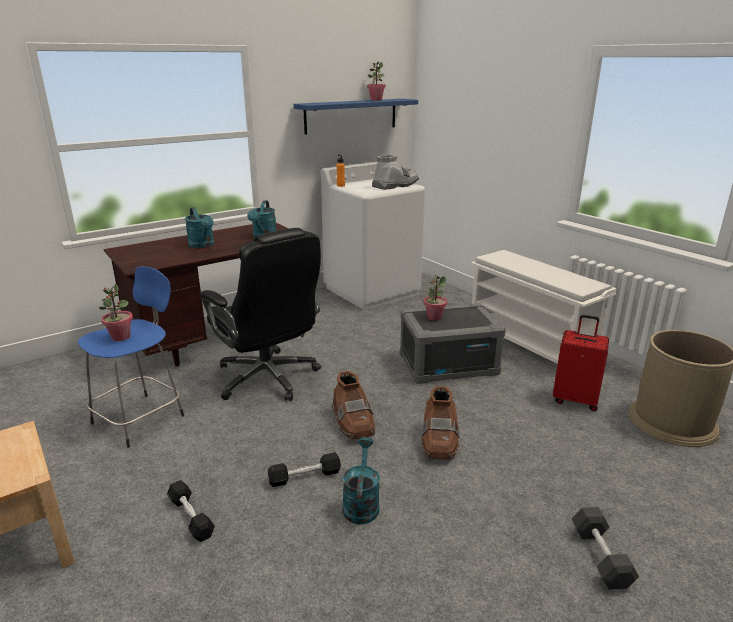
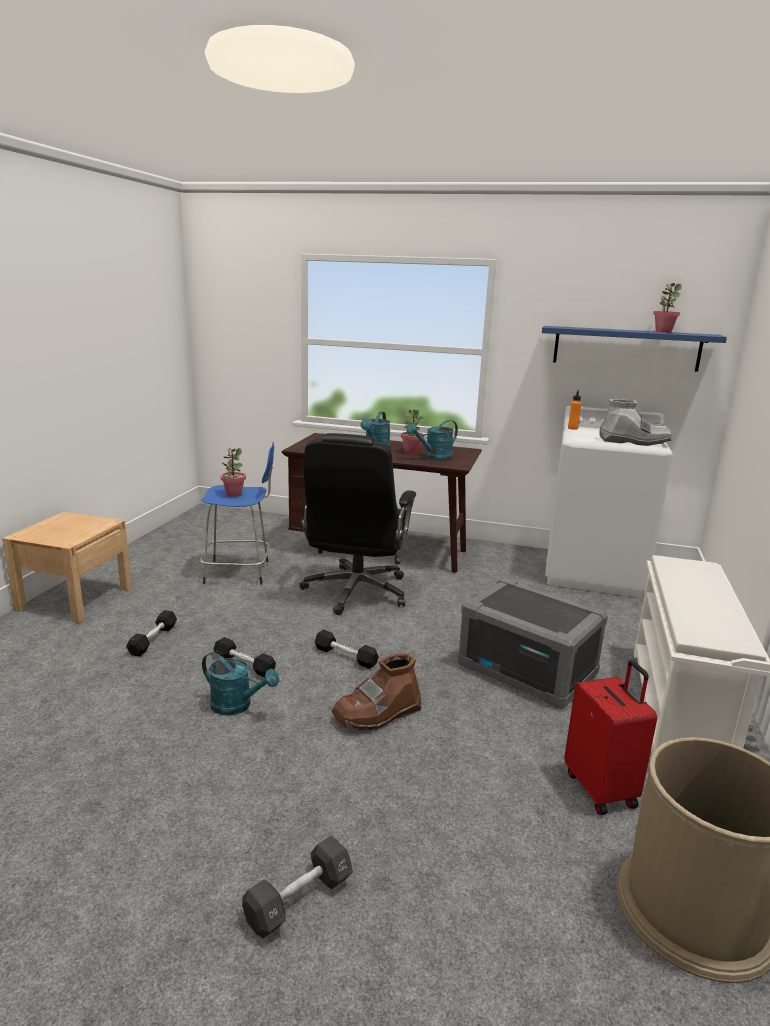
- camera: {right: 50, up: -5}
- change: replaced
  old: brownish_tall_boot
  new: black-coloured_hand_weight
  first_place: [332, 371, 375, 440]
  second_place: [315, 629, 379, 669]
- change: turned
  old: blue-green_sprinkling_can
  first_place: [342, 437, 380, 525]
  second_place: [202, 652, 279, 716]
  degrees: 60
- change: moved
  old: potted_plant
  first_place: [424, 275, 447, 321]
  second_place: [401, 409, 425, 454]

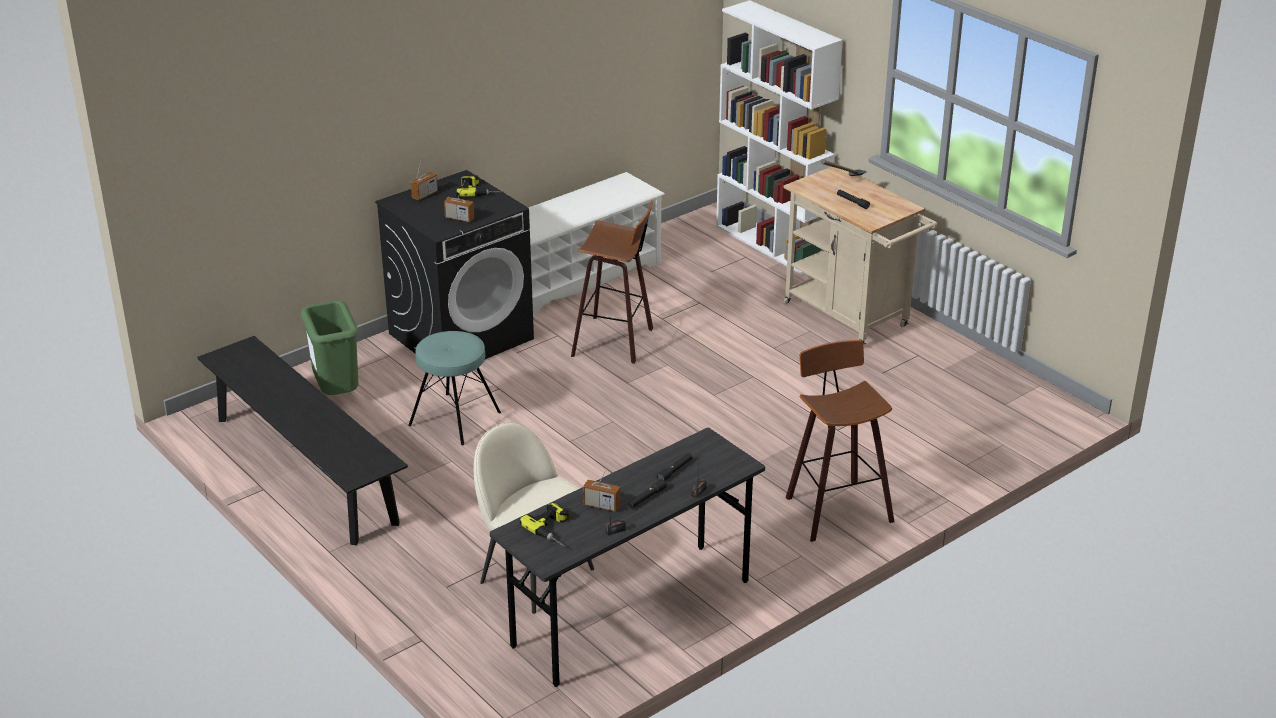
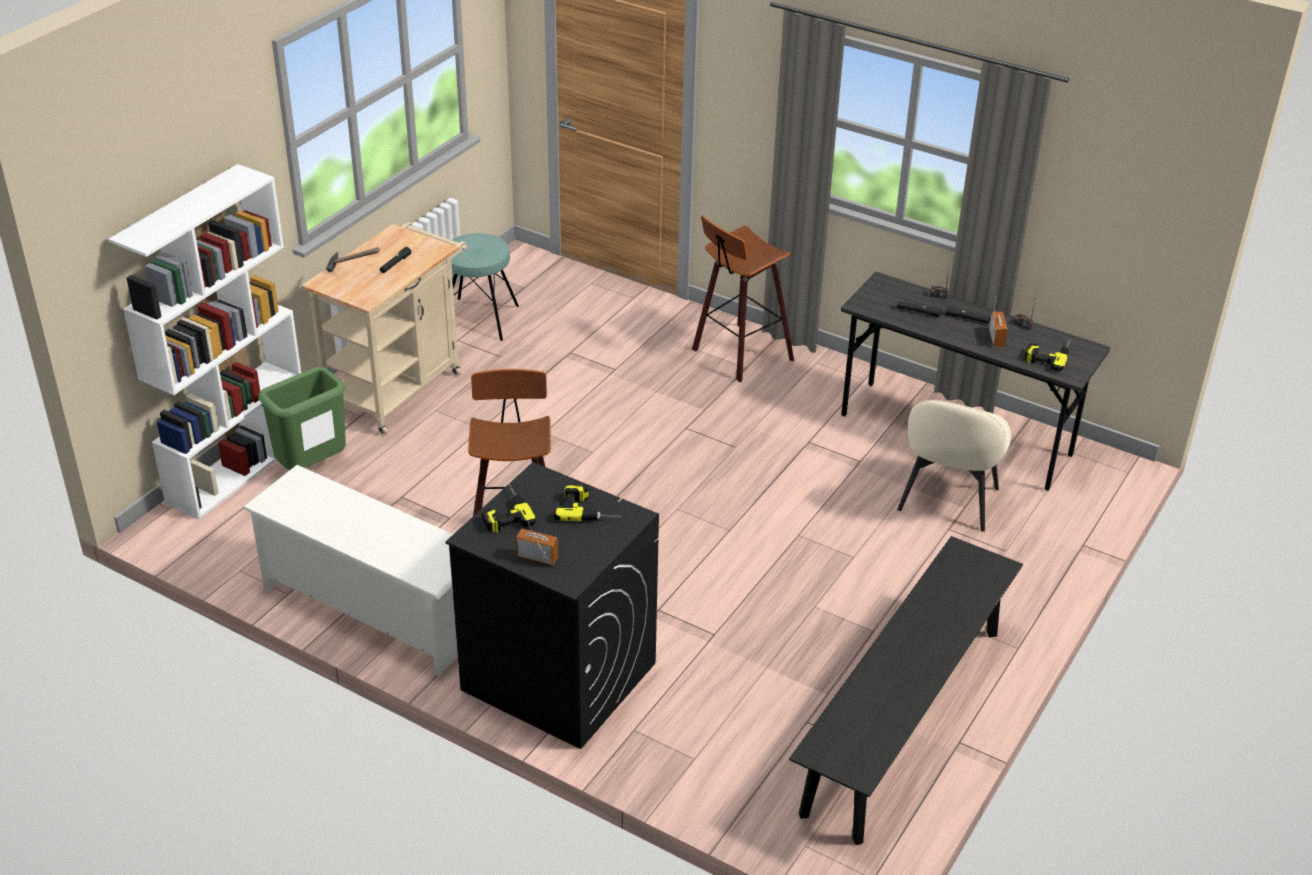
- camera: {right: -110, up: 5}
- change: moved
  old: green_waste_bin
  first_place: [301, 300, 359, 395]
  second_place: [258, 367, 346, 470]
- change: moved
  old: blue-green_stool
  first_place: [408, 331, 501, 445]
  second_place: [451, 233, 519, 341]
- change: replaced
  old: radio_set
  new: power_drill
  first_place: [444, 181, 474, 222]
  second_place: [554, 484, 622, 521]

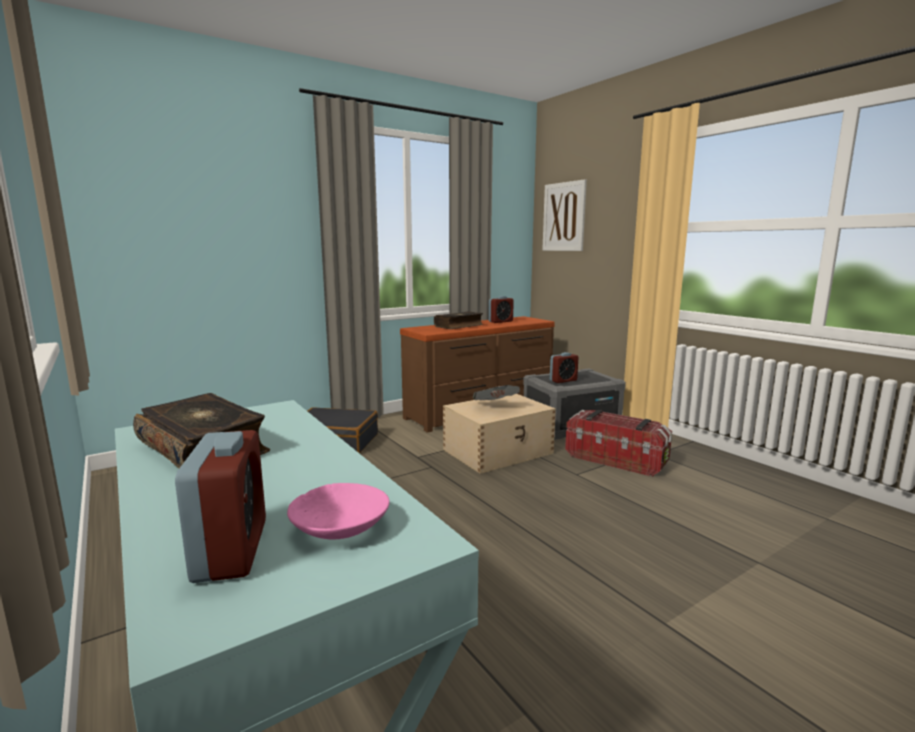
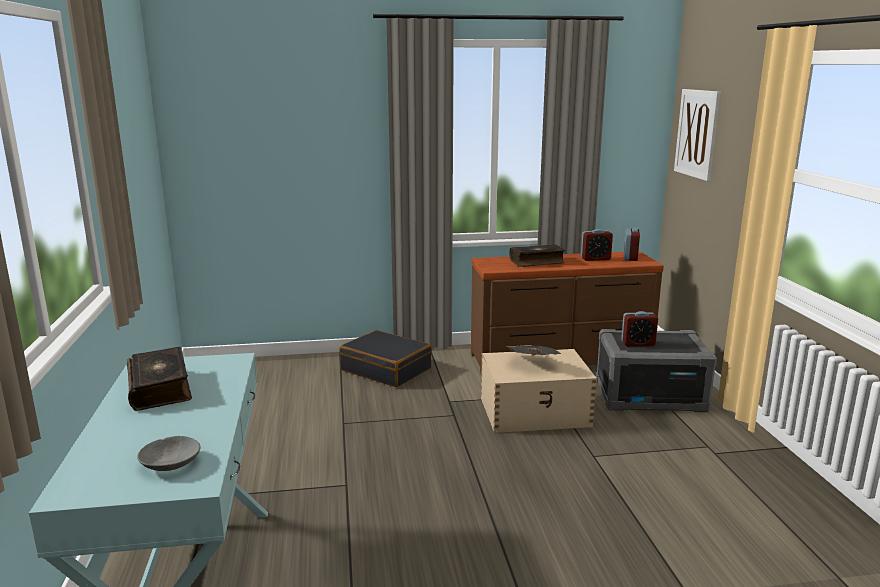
- camera: {right: 25, up: 5}
- change: moved
  old: bedside_clock
  first_place: [175, 430, 266, 583]
  second_place: [624, 228, 640, 261]
- change: recoloured
  old: pink_bowl
  new: grey_bowl
  first_place: [287, 483, 390, 539]
  second_place: [137, 436, 200, 471]
- change: removed
  old: storage_container
  first_place: [565, 410, 672, 477]

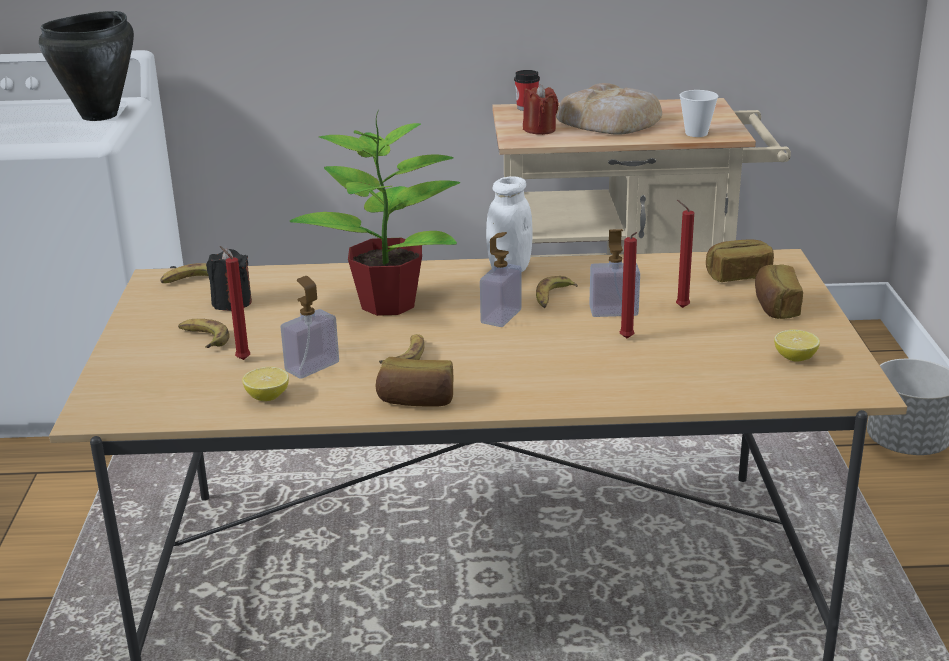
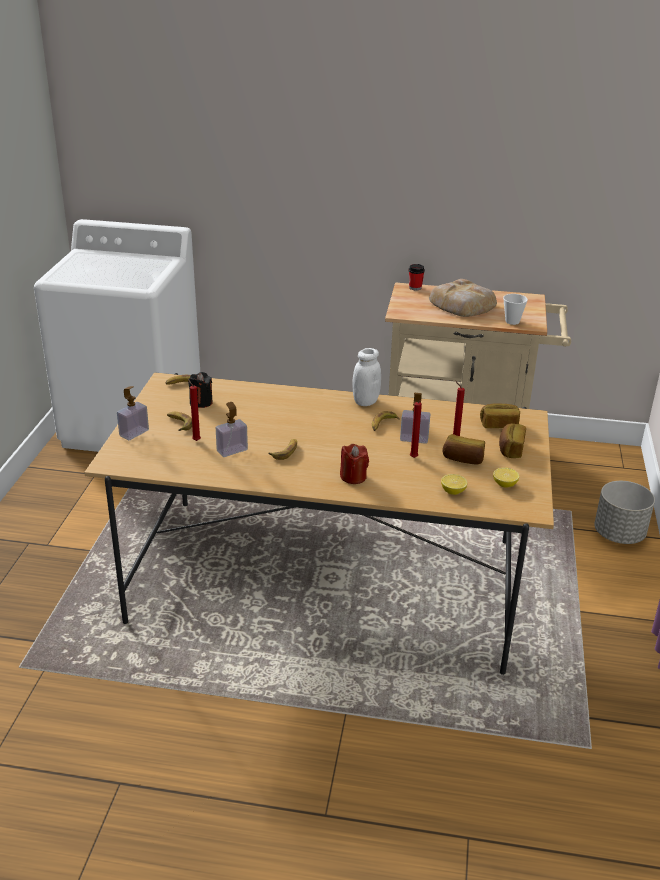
- camera: {right: 10, up: 5}
- change: removed
  old: black-coloured_stockpot
  first_place: [39, 11, 134, 121]
- change: moved
  old: citrus_fruit
  first_place: [242, 367, 289, 401]
  second_place: [441, 474, 467, 495]
- change: removed
  old: potted_plant
  first_place: [289, 110, 460, 316]
- change: moved
  old: bakery_bread
  first_place: [375, 357, 453, 407]
  second_place: [442, 434, 485, 464]
- change: moved
  old: liquid_soap_bottle
  first_place: [480, 232, 522, 327]
  second_place: [117, 386, 149, 440]
- change: moved
  old: red_wax_light
  first_place: [523, 84, 559, 135]
  second_place: [340, 444, 369, 484]

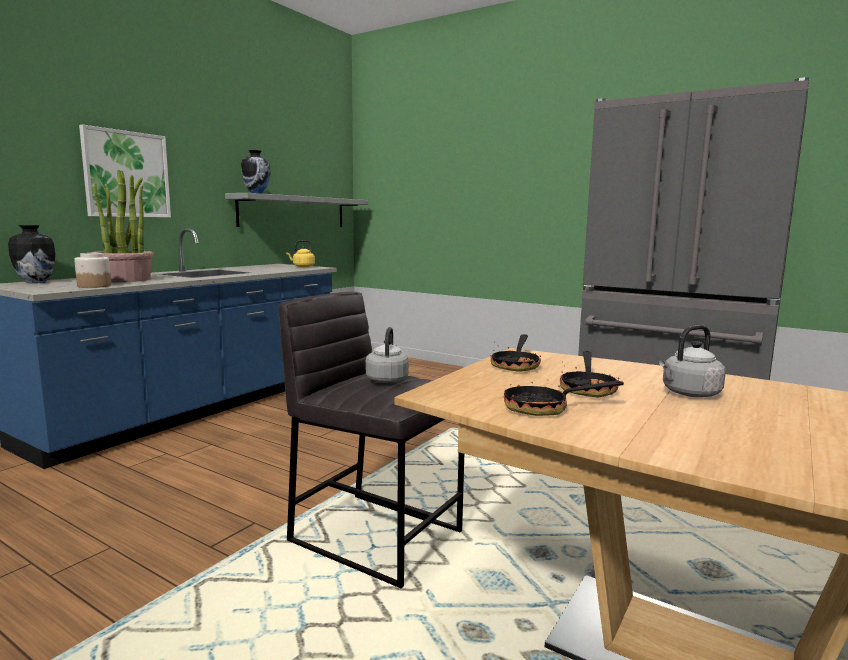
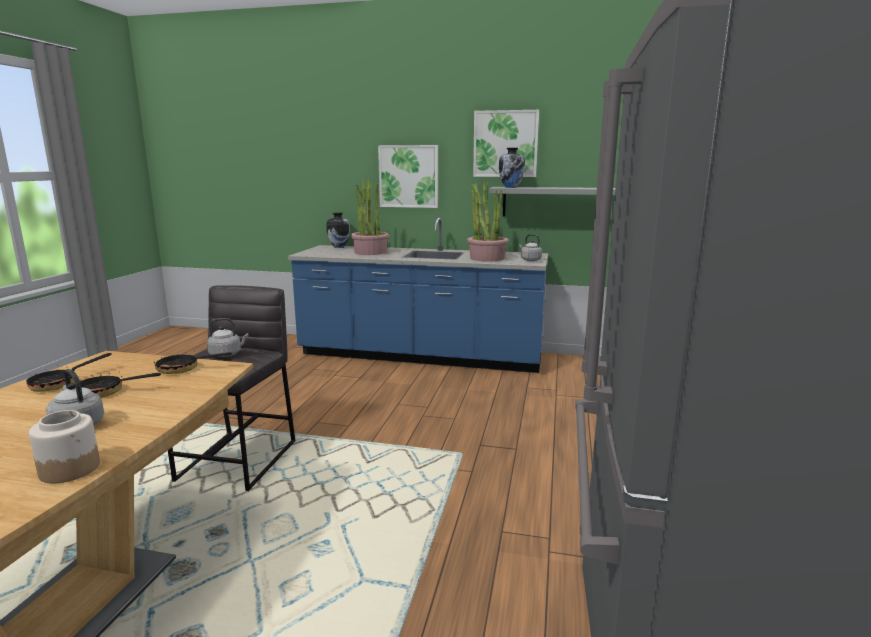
- camera: {right: 70, up: 5}
- change: moved
  old: jar
  first_place: [74, 253, 111, 288]
  second_place: [29, 410, 100, 484]
- change: recoloured
  old: yellowish_tea_kettle
  new: grey_tea_kettle
  first_place: [286, 240, 315, 267]
  second_place: [519, 234, 542, 261]
- change: turned
  old: pan
  first_place: [504, 381, 624, 416]
  second_place: [26, 353, 112, 392]
  degrees: -120
- change: added
  new: potted_plant
  second_place: [467, 179, 509, 262]
- change: added
  new: wall_art
  second_place: [473, 110, 539, 177]

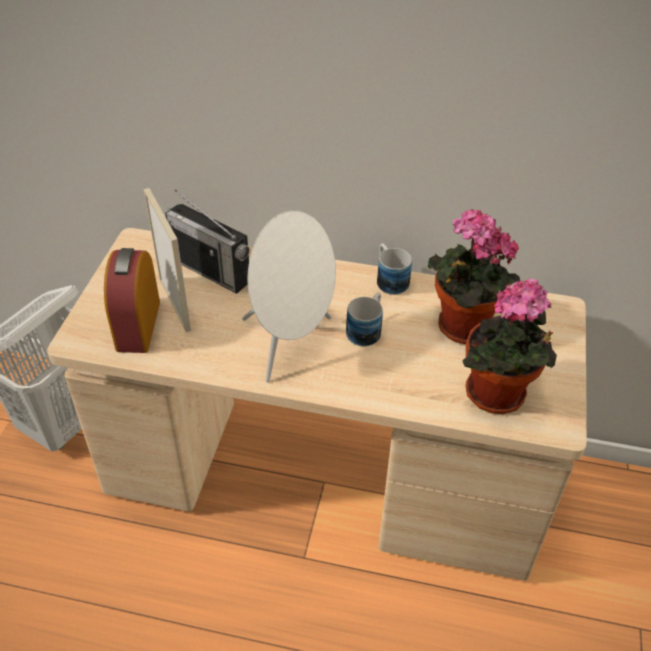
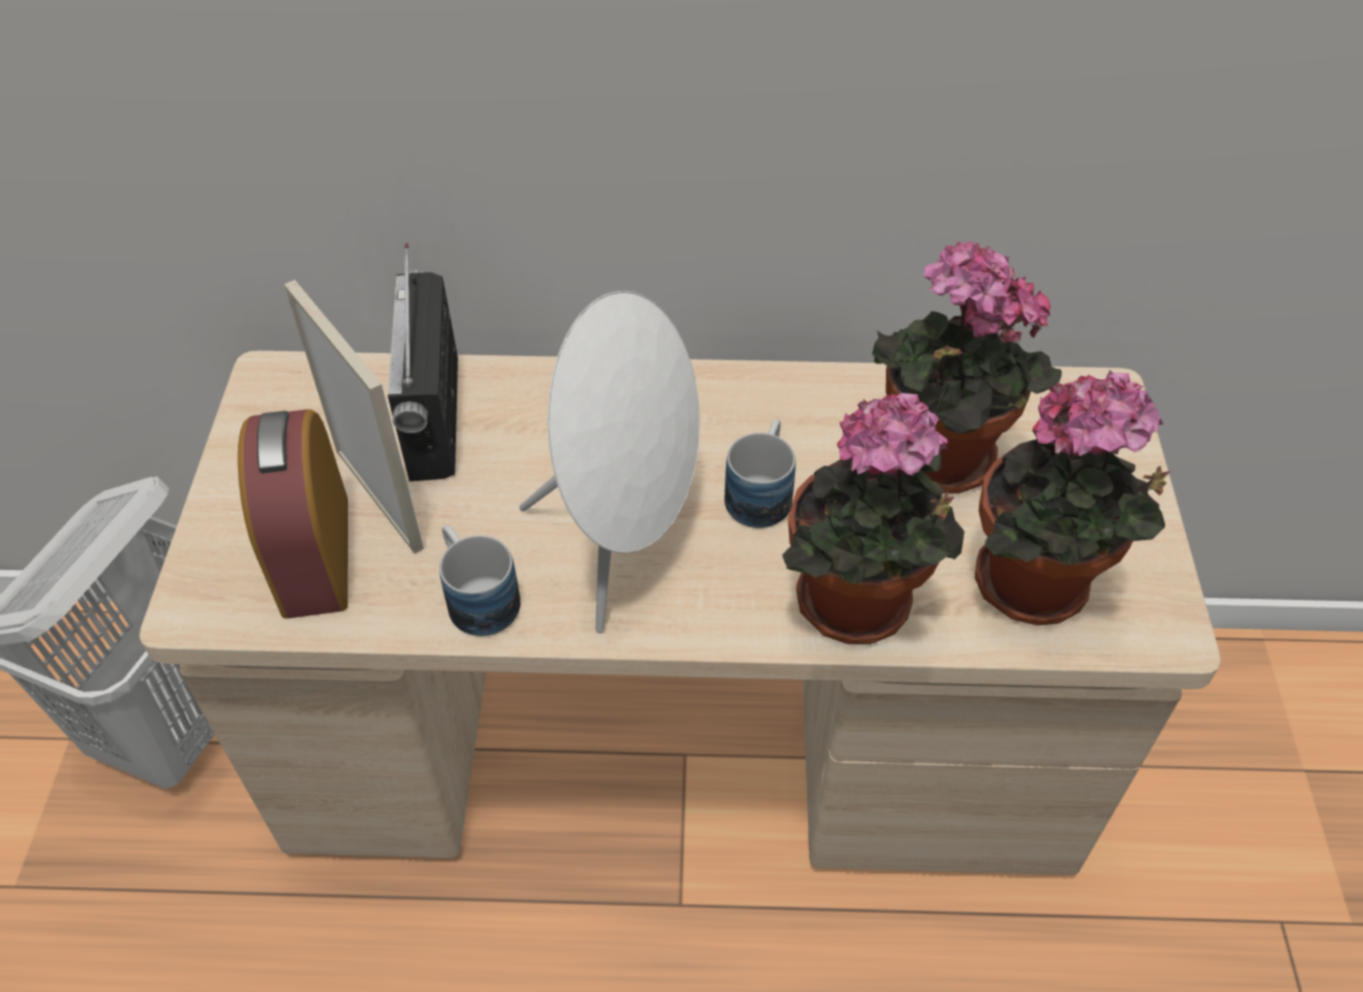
- camera: {right: -10, up: 5}
- change: turned
  old: radio_set
  first_place: [164, 189, 250, 294]
  second_place: [388, 243, 458, 481]
  degrees: 60
- change: moved
  old: mug
  first_place: [377, 243, 412, 295]
  second_place: [439, 525, 520, 636]
- change: added
  new: potted_plant
  second_place: [782, 390, 965, 644]

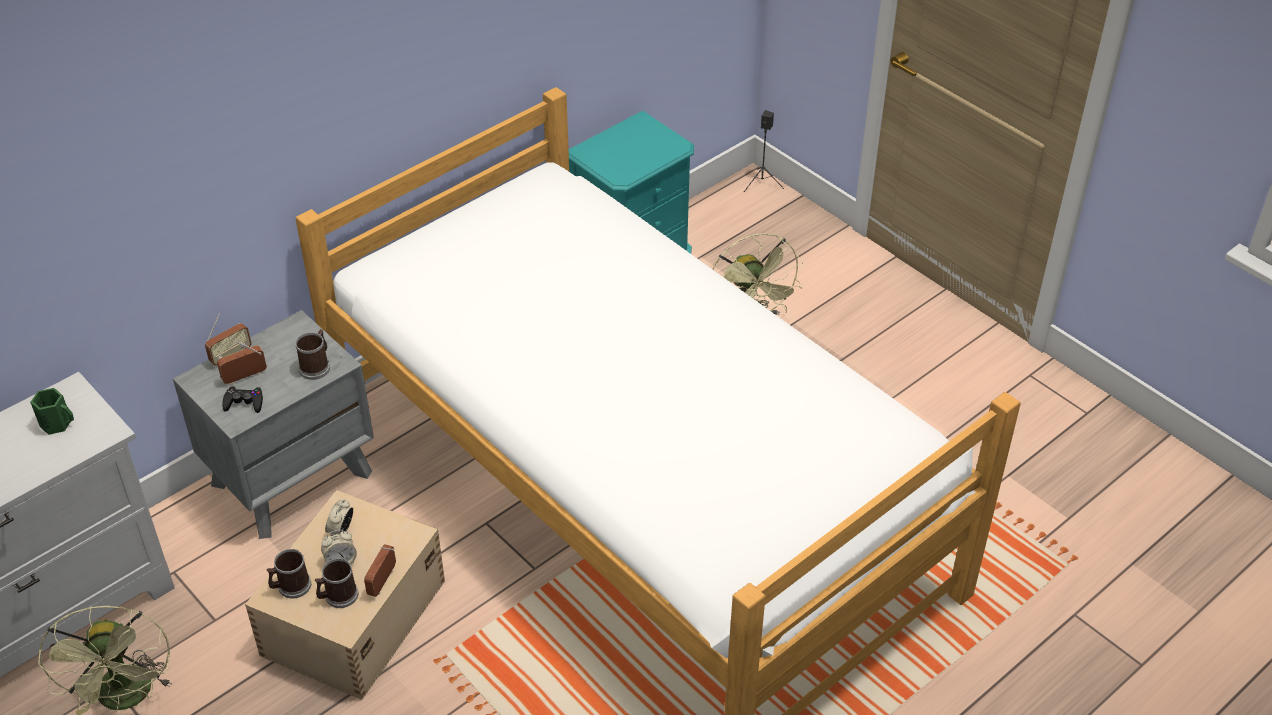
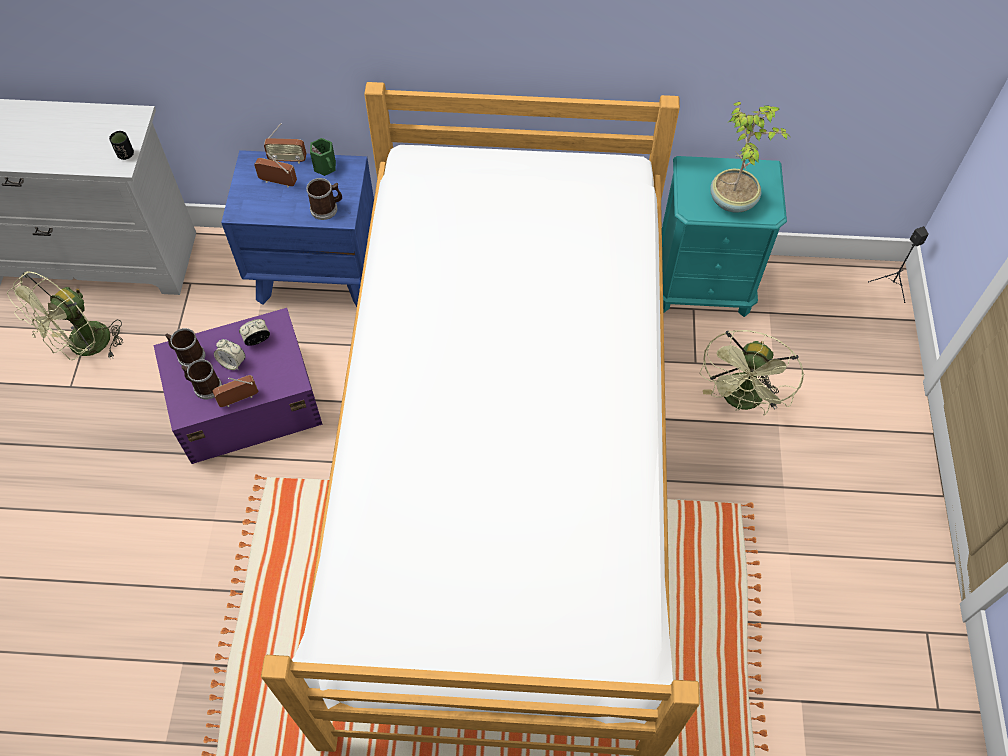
- camera: {right: 45, up: 15}
- change: moved
  old: green_mug
  first_place: [30, 388, 74, 435]
  second_place: [310, 138, 336, 176]
- change: recoloured
  old: grey_nightstand
  new: blue_nightstand
  first_place: [173, 310, 374, 539]
  second_place: [221, 150, 374, 307]
- change: removed
  old: black-coloured_gamepad
  first_place: [222, 386, 263, 413]
- change: recoloured
  old: beige_storage_container
  new: purple-coloured_storage_container
  first_place: [245, 490, 445, 700]
  second_place: [153, 308, 323, 464]
- change: added
  new: black-coloured_drinking_cup
  second_place: [109, 131, 134, 160]
- change: added
  new: potted_plant
  second_place: [710, 102, 790, 213]

